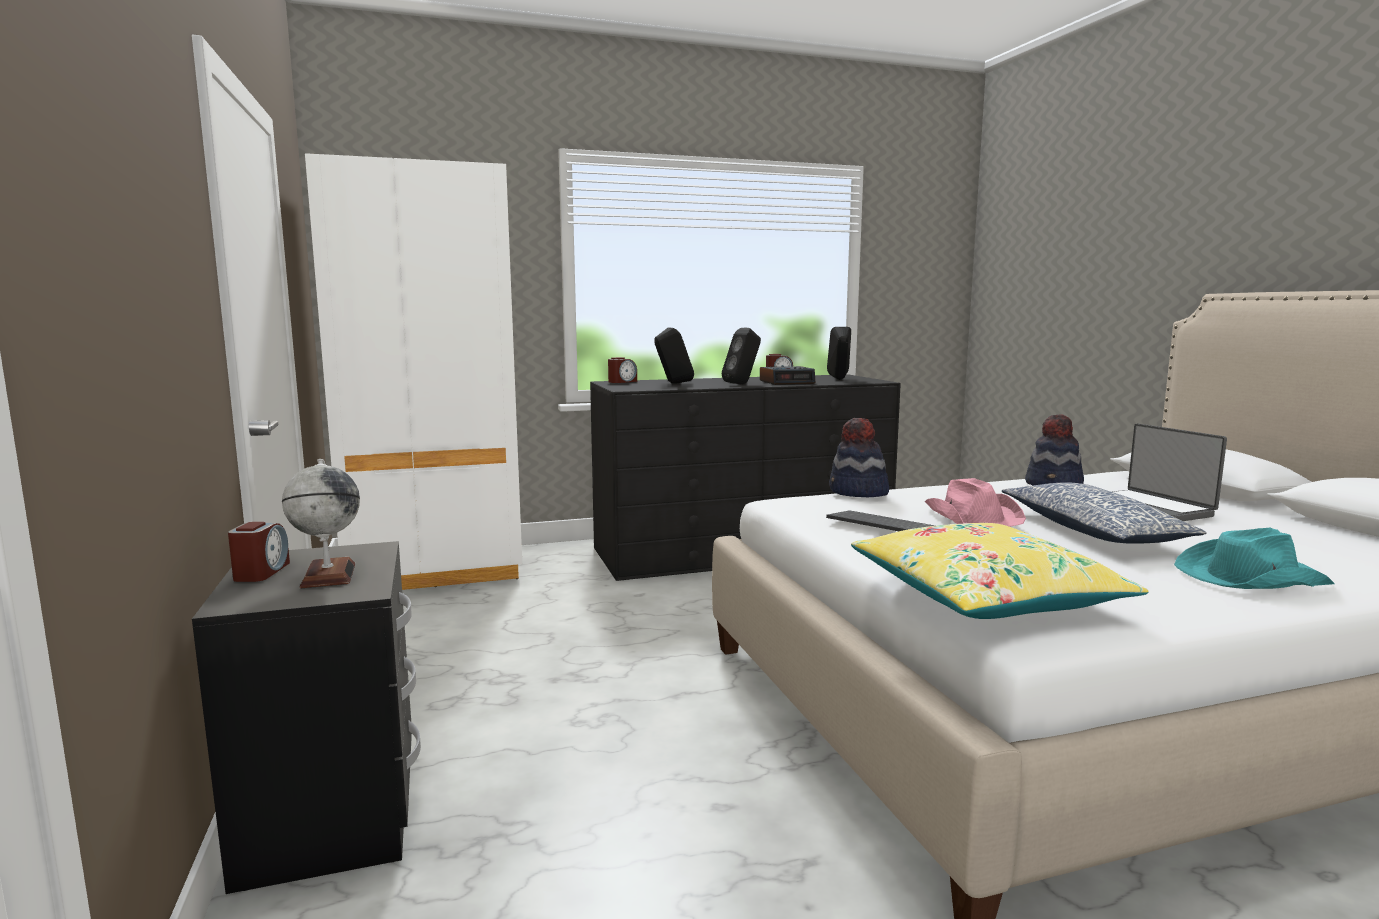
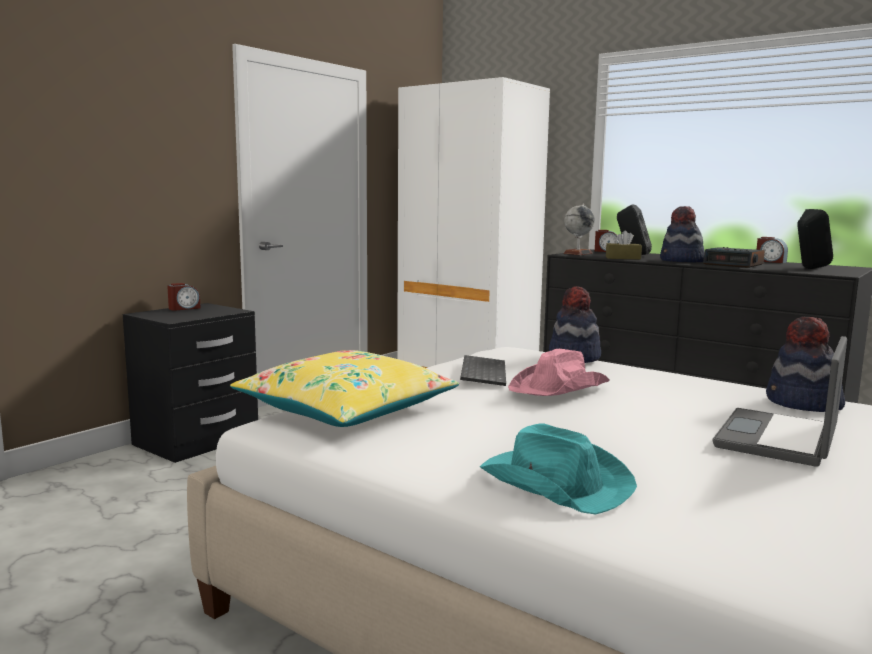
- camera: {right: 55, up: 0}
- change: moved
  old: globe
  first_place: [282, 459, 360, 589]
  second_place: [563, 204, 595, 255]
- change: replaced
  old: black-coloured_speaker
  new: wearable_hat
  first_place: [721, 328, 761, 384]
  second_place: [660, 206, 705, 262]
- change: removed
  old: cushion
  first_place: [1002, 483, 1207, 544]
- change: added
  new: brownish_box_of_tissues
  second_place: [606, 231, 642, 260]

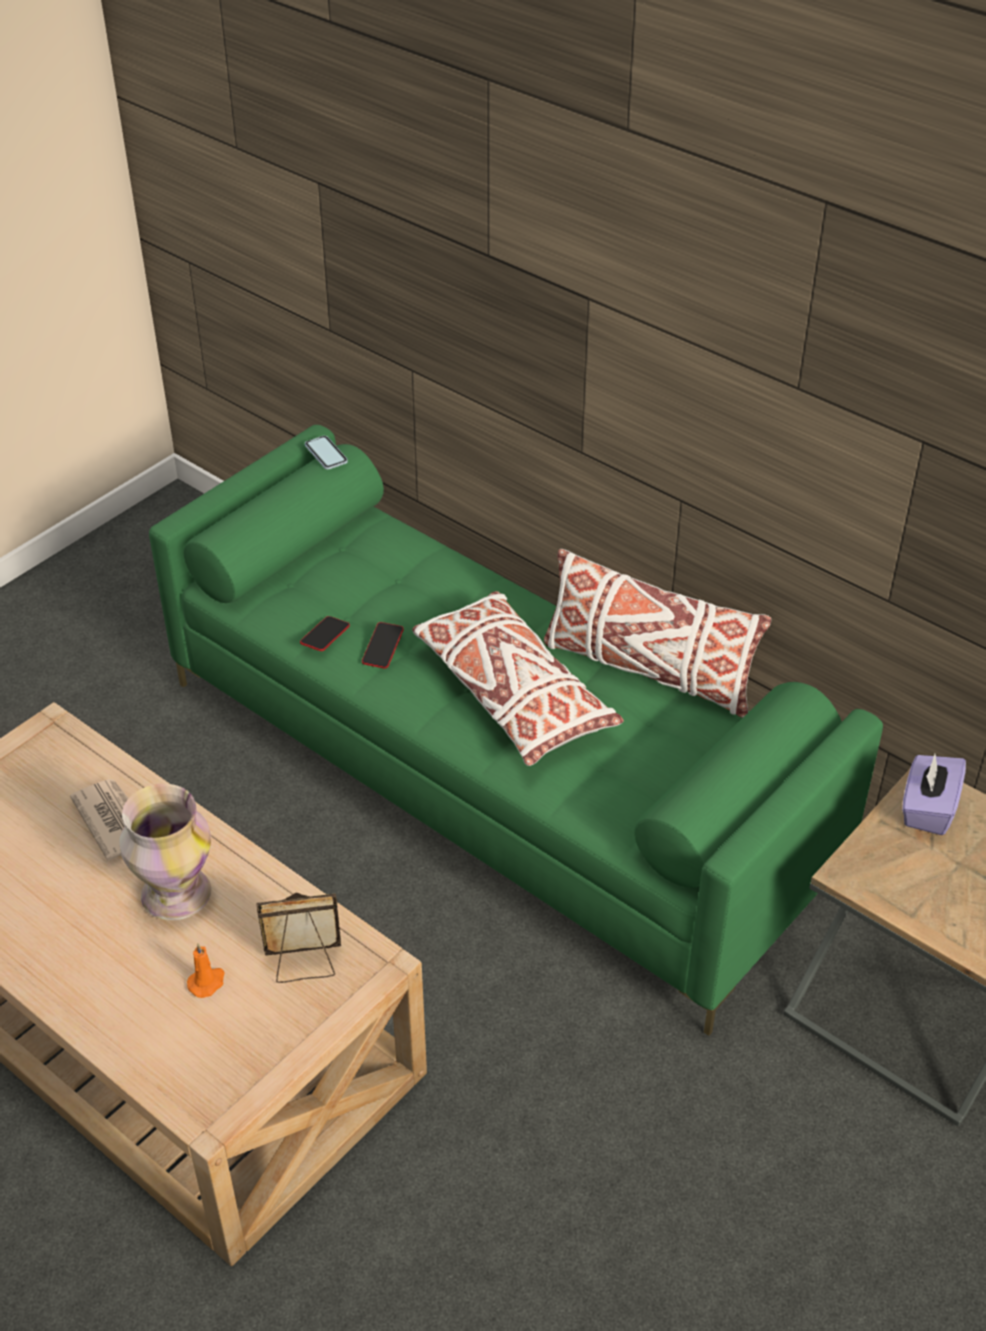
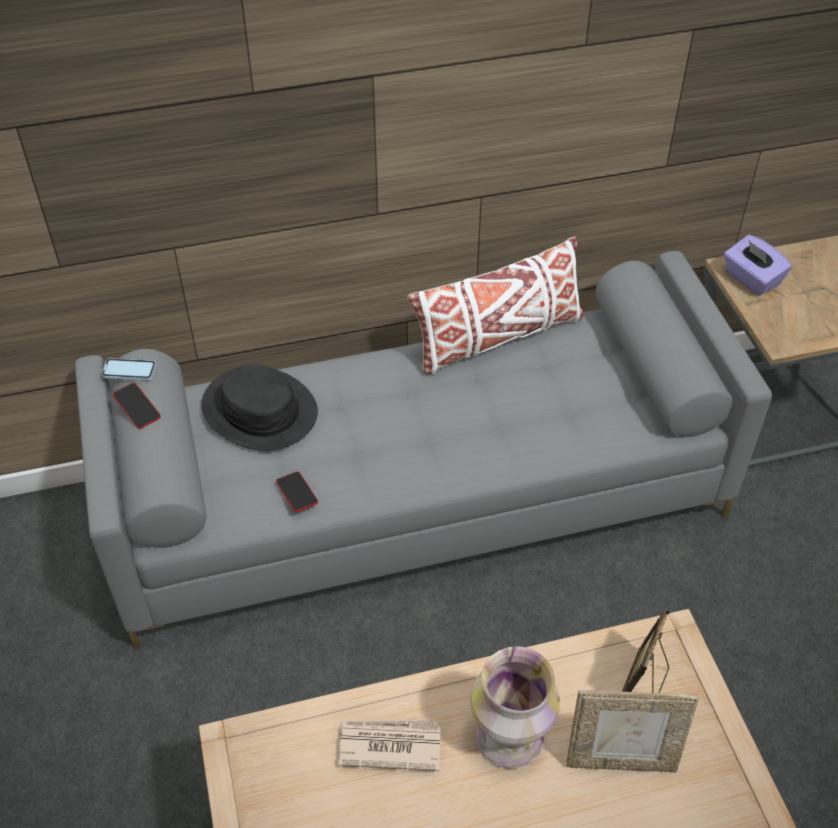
- camera: {right: -55, up: 5}
- change: recoloured
  old: green_settee
  new: grey_settee
  first_place: [149, 425, 883, 1036]
  second_place: [75, 251, 772, 650]
- change: replaced
  old: orange_wax_light
  new: photo_frame
  first_place: [187, 943, 225, 998]
  second_place: [566, 690, 699, 773]
- change: moved
  old: handset
  first_place: [362, 622, 404, 669]
  second_place: [113, 383, 161, 429]
- change: removed
  old: white-coloured_cushion
  first_place: [412, 591, 624, 766]
- change: added
  new: black-coloured_wearable_hat
  second_place: [201, 364, 318, 451]

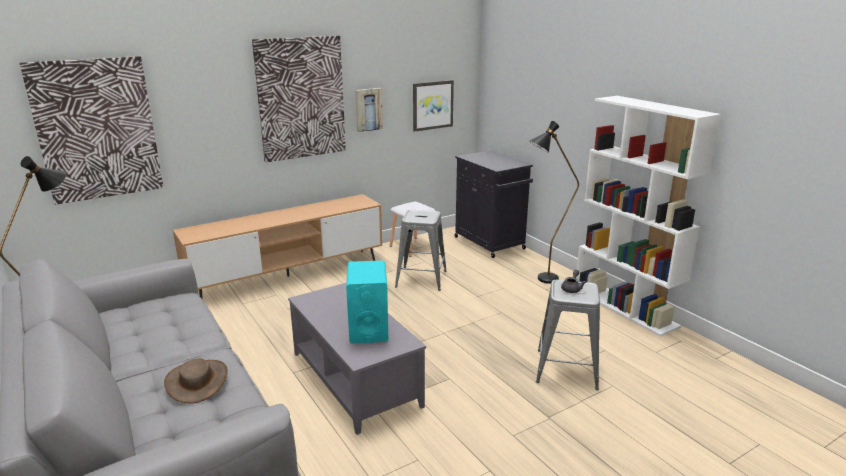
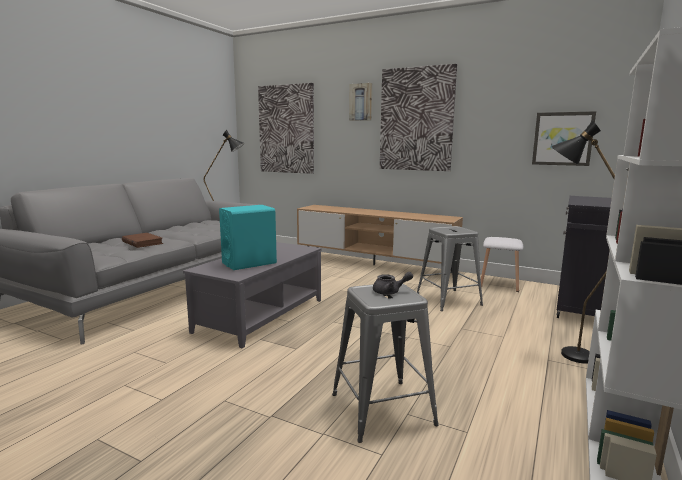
- camera: {right: 60, up: -10}
- change: replaced
  old: brownish_wearable_hat
  new: brownish_book
  first_place: [164, 358, 228, 404]
  second_place: [122, 233, 163, 248]
- change: moved
  old: wall_art
  first_place: [355, 88, 383, 132]
  second_place: [349, 83, 372, 121]

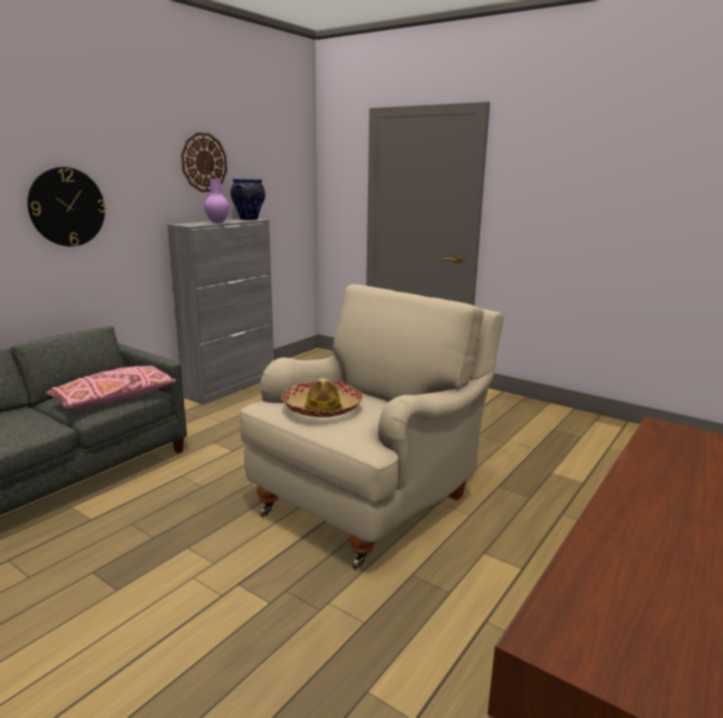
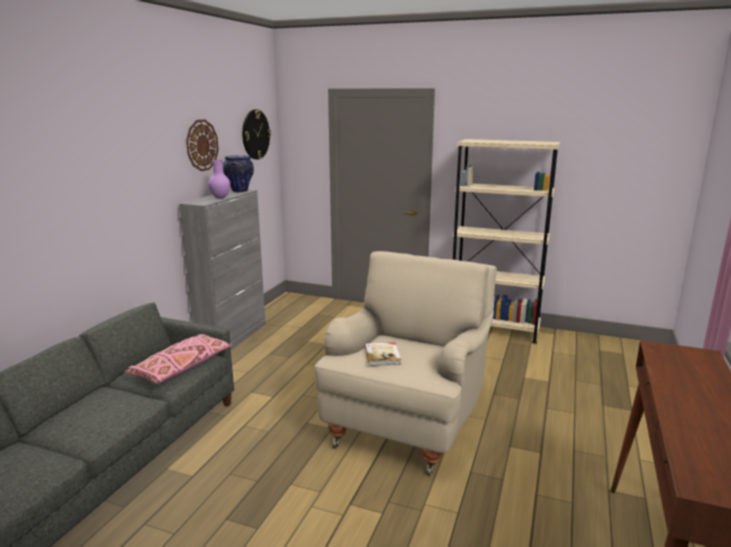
- camera: {right: -15, up: 0}
- change: moved
  old: clock_on_the_wall
  first_place: [27, 167, 106, 247]
  second_place: [242, 109, 271, 160]
- change: replaced
  old: wearable_hat
  new: book
  first_place: [281, 378, 363, 417]
  second_place: [365, 342, 401, 366]
- change: added
  new: beige_shelving_unit
  second_place: [453, 139, 560, 344]

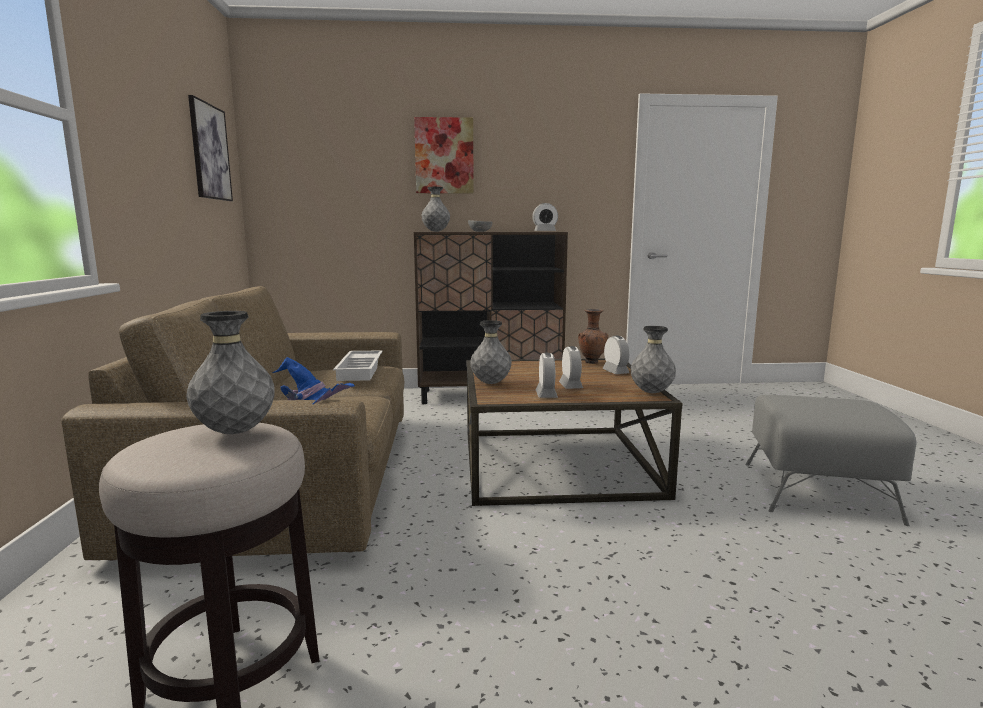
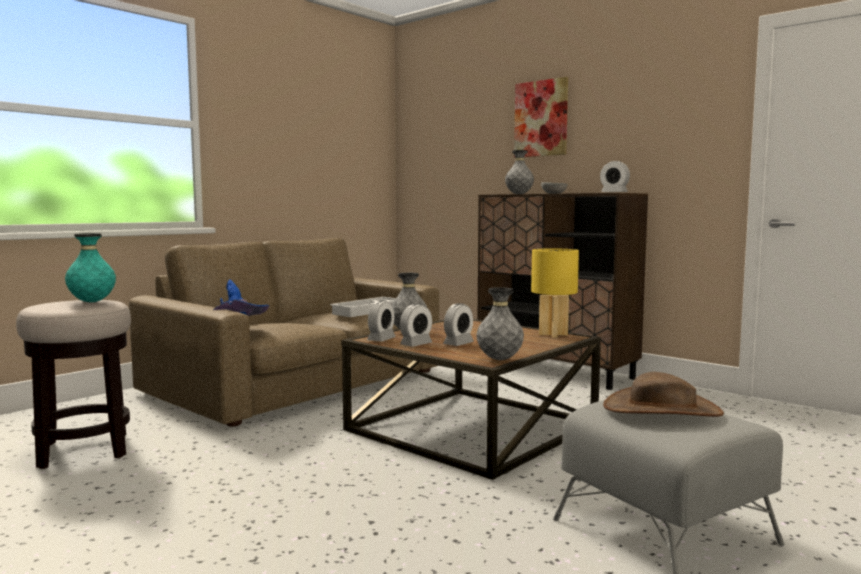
- camera: {right: 45, up: -5}
- change: recoloured
  old: grey_vase
  new: blue-green_vase
  first_place: [186, 311, 275, 434]
  second_place: [65, 233, 116, 302]
- change: removed
  old: wall_art
  first_place: [188, 95, 233, 201]
- change: replaced
  old: brownish_vase
  new: yellowish_lamp_for_a_table
  first_place: [578, 309, 608, 364]
  second_place: [531, 248, 579, 338]
- change: moved
  old: bedside_clock
  first_place: [602, 336, 629, 374]
  second_place: [367, 300, 396, 342]
- change: added
  new: brownish_wearable_hat
  second_place: [603, 372, 724, 417]

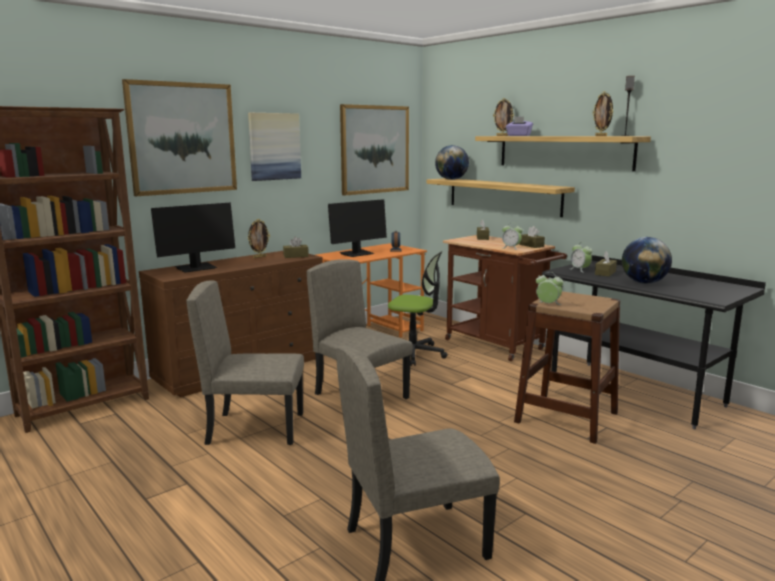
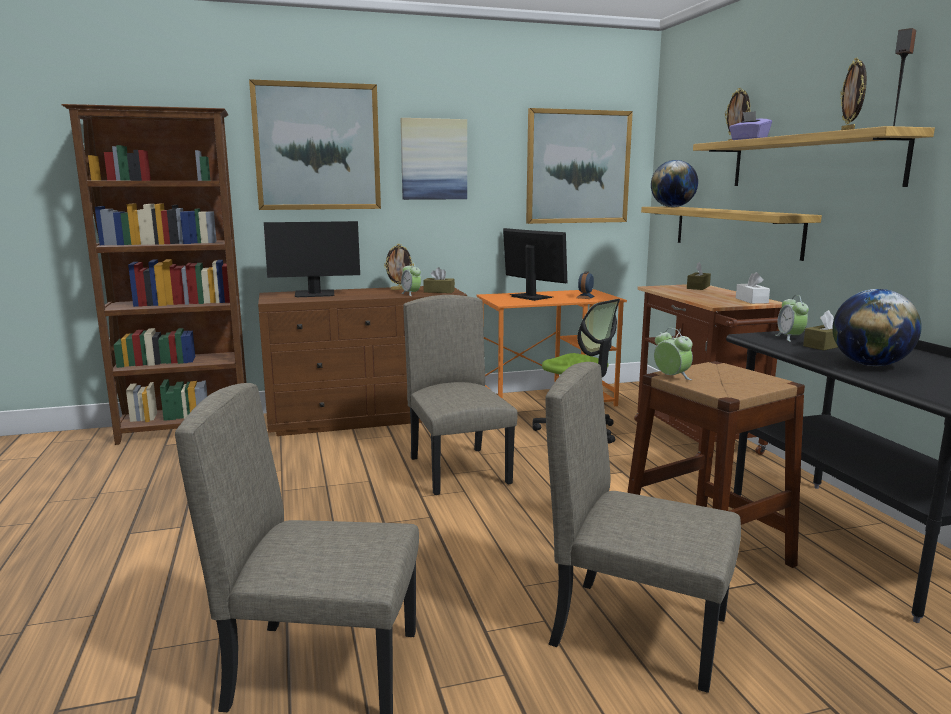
- camera: {right: 25, up: 0}
- change: moved
  old: beige_plain_chair
  first_place: [186, 280, 304, 445]
  second_place: [546, 362, 741, 693]
- change: turned
  old: computer_screen
  first_place: [328, 199, 387, 257]
  second_place: [503, 228, 567, 301]
  degrees: -120
- change: moved
  old: bedside_clock
  first_place: [502, 226, 523, 250]
  second_place: [401, 262, 421, 296]
- change: recoloured
  old: brownish_box_of_tissues
  new: white-coloured_box_of_tissues
  first_place: [519, 226, 545, 248]
  second_place: [736, 272, 770, 304]

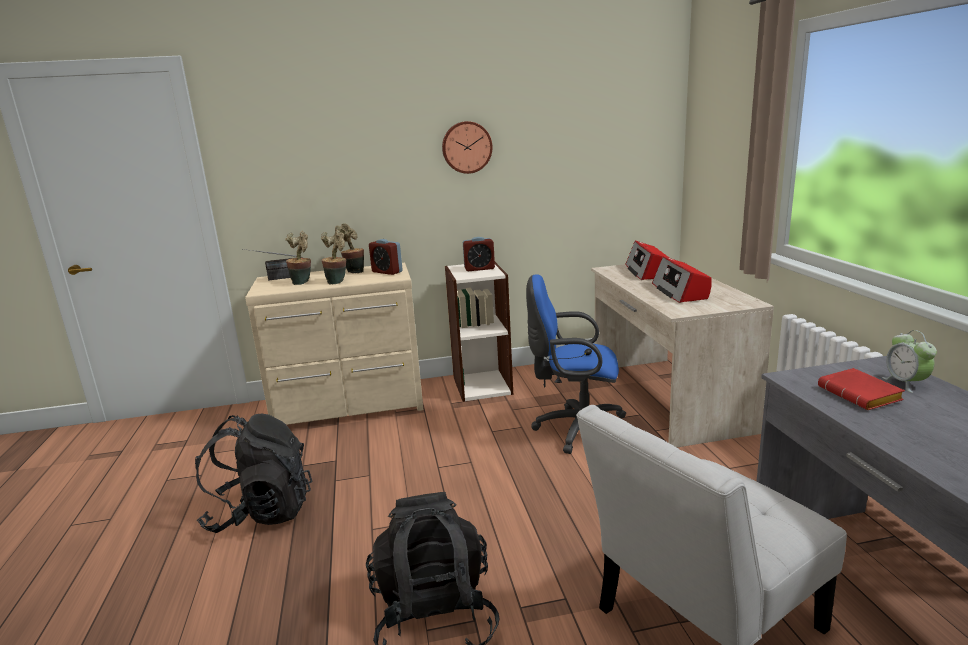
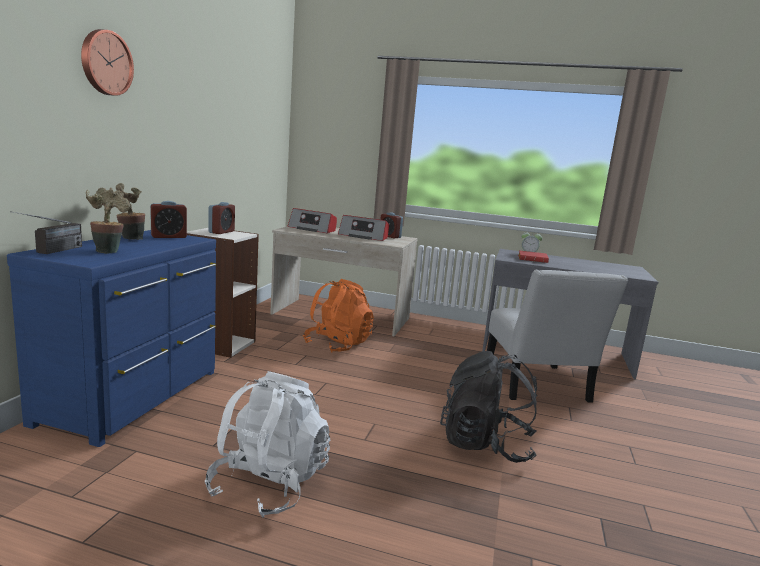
- camera: {right: -65, up: -5}
- change: recoloured
  old: black-coloured_rucksack
  new: white-coloured_rucksack
  first_place: [195, 414, 312, 533]
  second_place: [205, 371, 330, 518]
- change: recoloured
  old: beige_drawer_chest
  new: blue_drawer_chest
  first_place: [245, 263, 423, 425]
  second_place: [7, 230, 216, 447]
- change: removed
  old: potted_plant
  first_place: [321, 230, 346, 284]
- change: moved
  old: clock_on_the_wall
  first_place: [442, 121, 492, 174]
  second_place: [81, 29, 134, 96]
- change: replaced
  old: blue_computer_chair
  new: orange_rucksack
  first_place: [526, 274, 626, 454]
  second_place: [303, 279, 374, 353]
- change: added
  new: bedside_clock
  second_place: [380, 213, 403, 238]

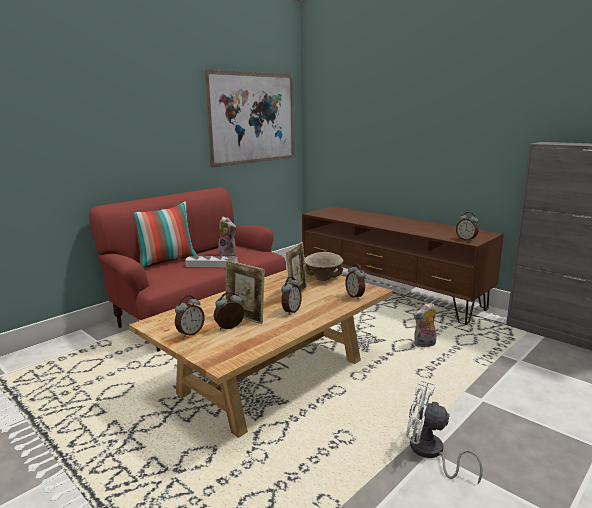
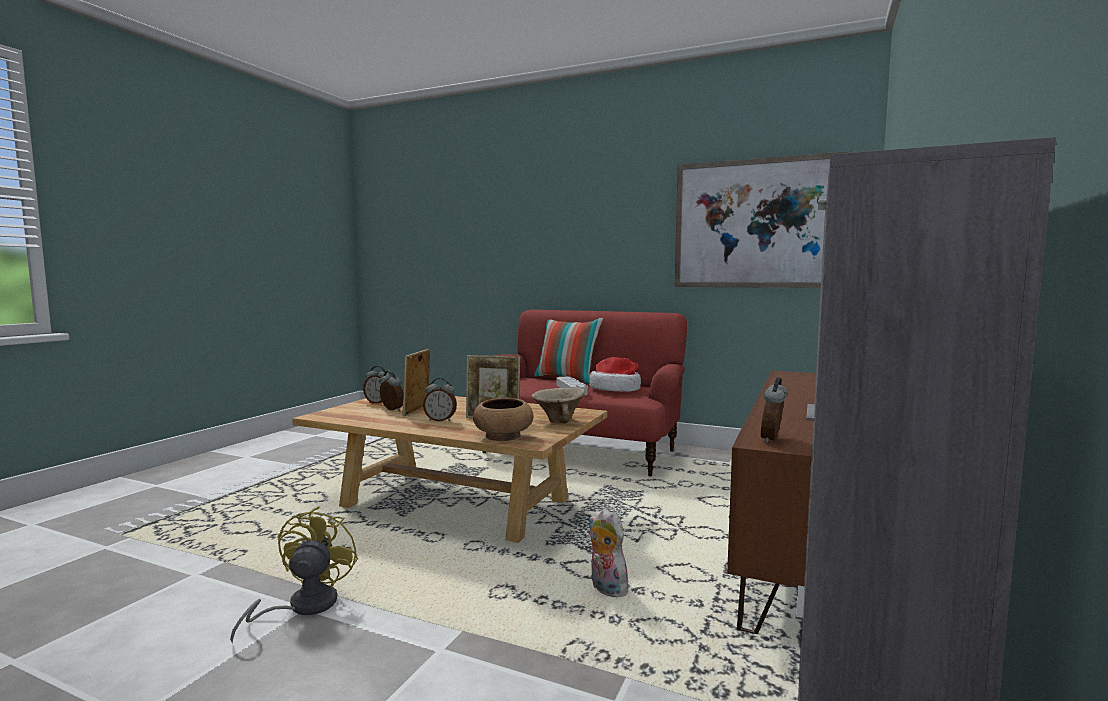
- camera: {right: 70, up: -10}
- change: replaced
  old: plush_toy
  new: wearable_hat
  first_place: [218, 217, 236, 257]
  second_place: [589, 357, 641, 392]
- change: replaced
  old: bedside_clock
  new: brownish_bowl
  first_place: [346, 264, 365, 299]
  second_place: [473, 398, 533, 441]
- change: recoloured
  old: white-coloured_cooling_fan
  new: yellowish_cooling_fan
  first_place: [406, 380, 483, 484]
  second_place: [230, 506, 358, 643]

